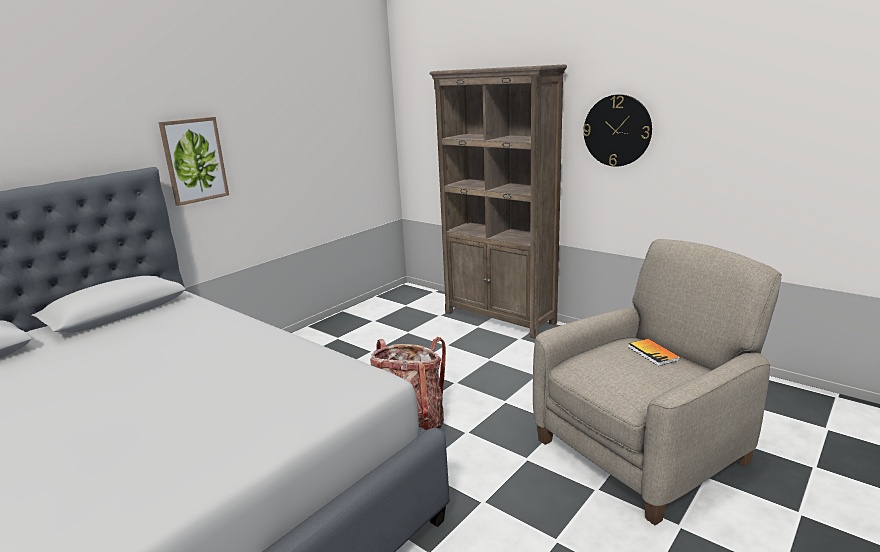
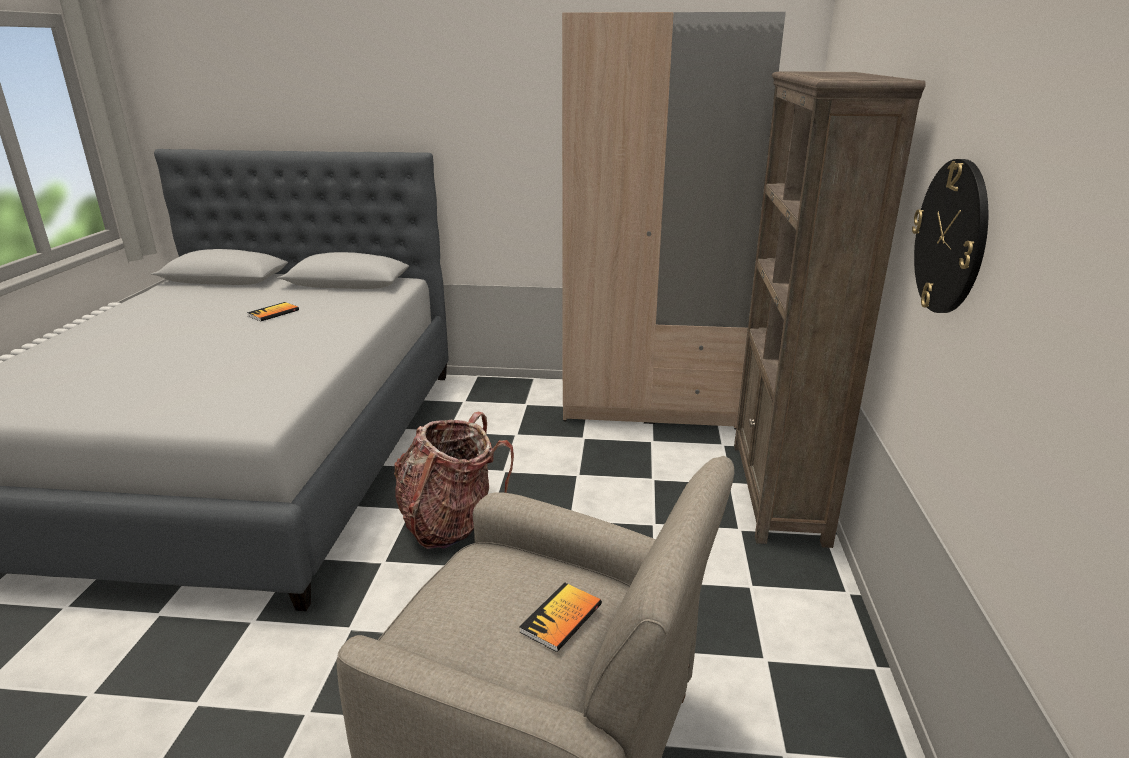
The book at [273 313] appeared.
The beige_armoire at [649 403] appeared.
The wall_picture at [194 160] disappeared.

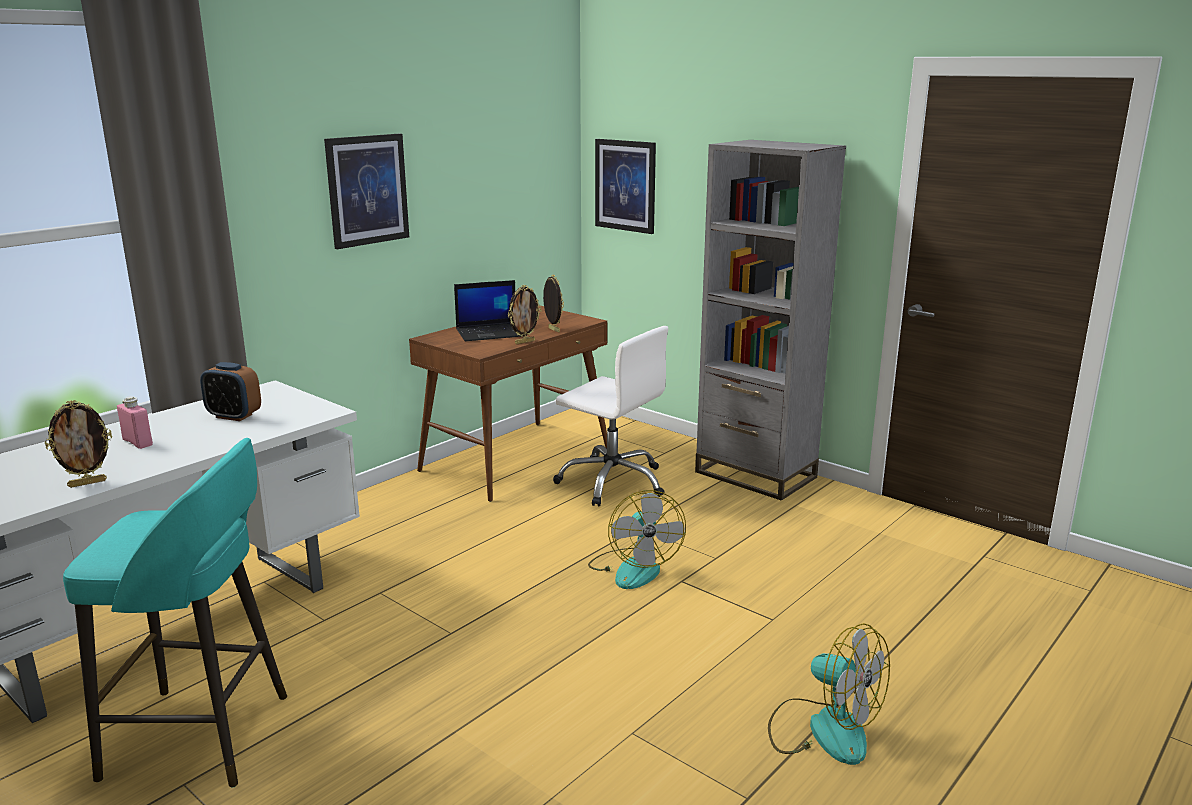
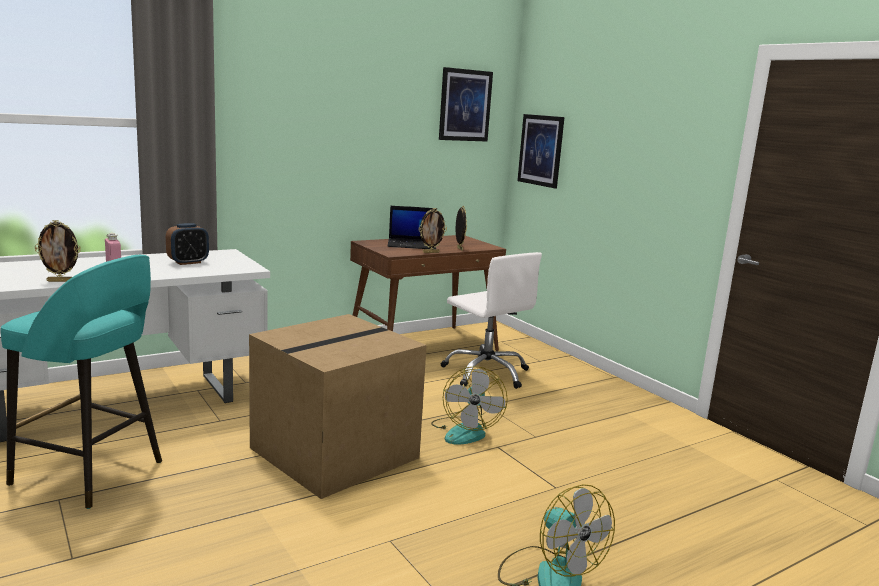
The table_clock at [234 416] turned 75 degrees counterclockwise.
The packing_box at [335 451] appeared.
The wall_picture moved from [367 190] to [465 105].
The grey_shelving_unit at [755 475] disappeared.

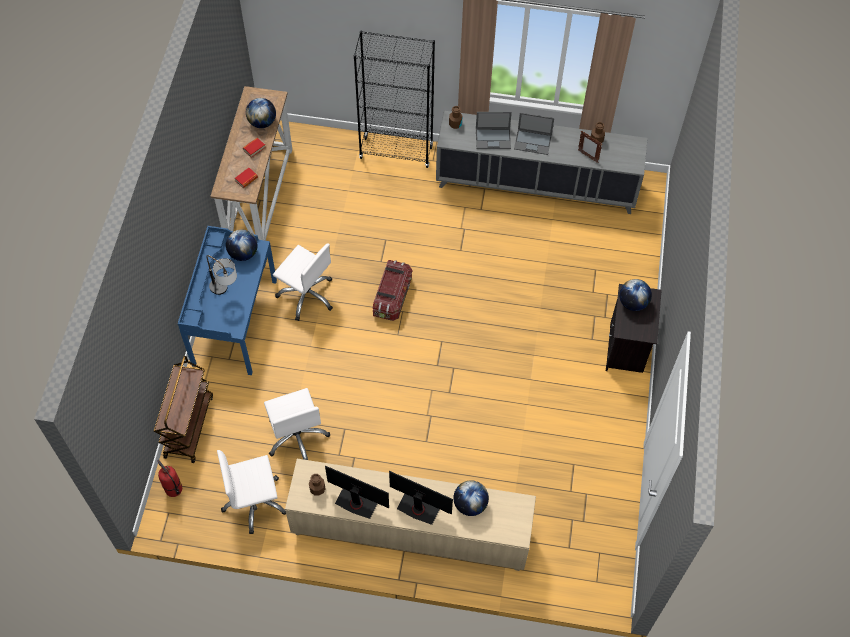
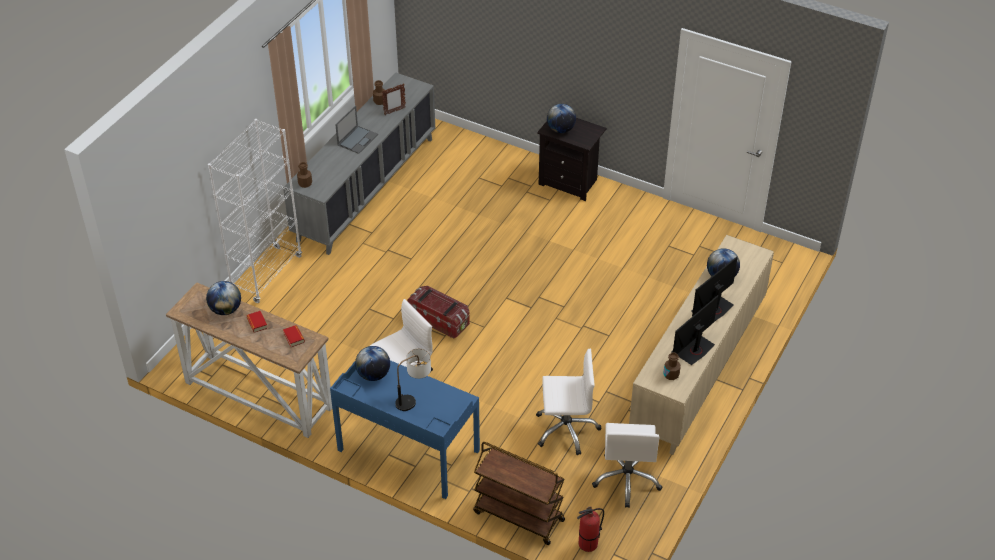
The blackish_shelving_unit at [396 152] became the white_shelving_unit at [267 274].
The laptop at [493 138] disappeared.

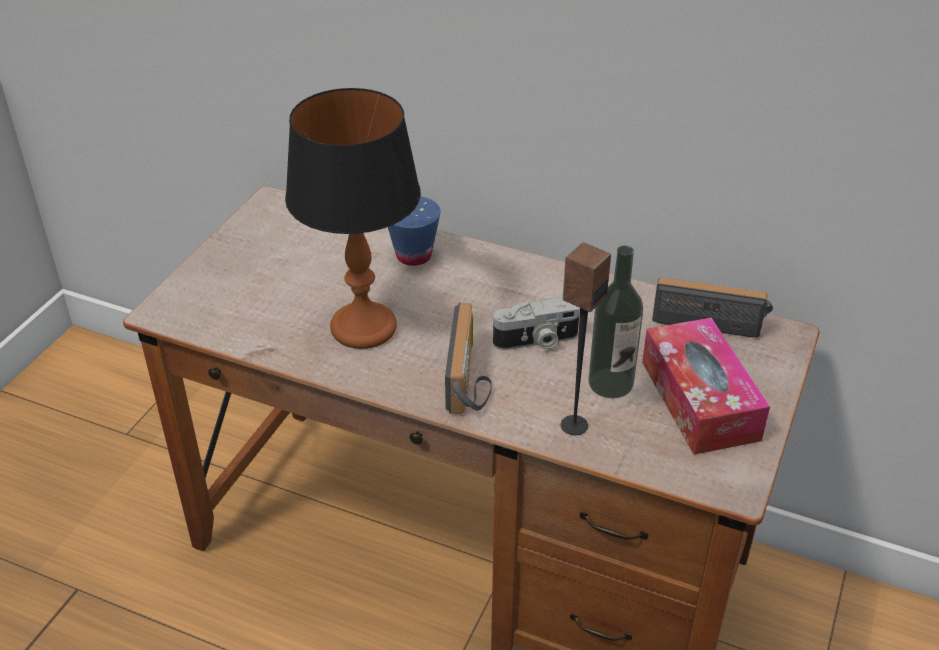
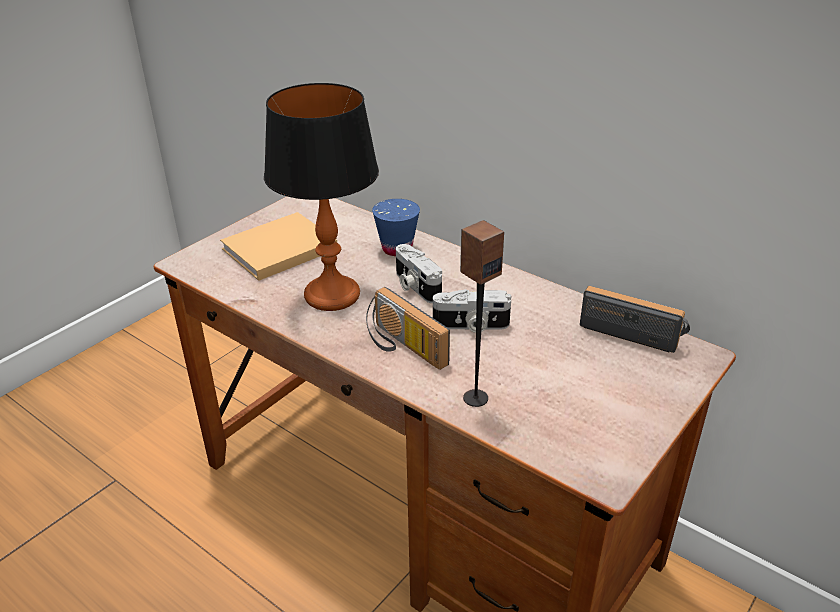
The beige_book at [276 250] appeared.
The radio_set at [471 379] turned 120 degrees clockwise.
The still_camera at [415 286] appeared.
The drink_bottle at [610 383] disappeared.
The tissue_box at [699 400] disappeared.

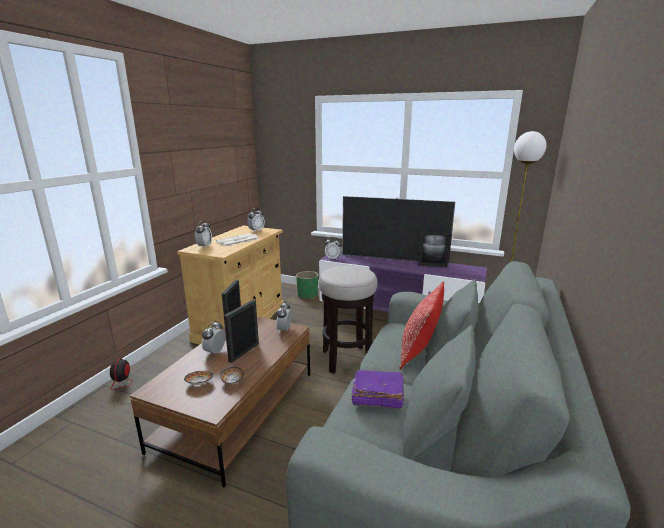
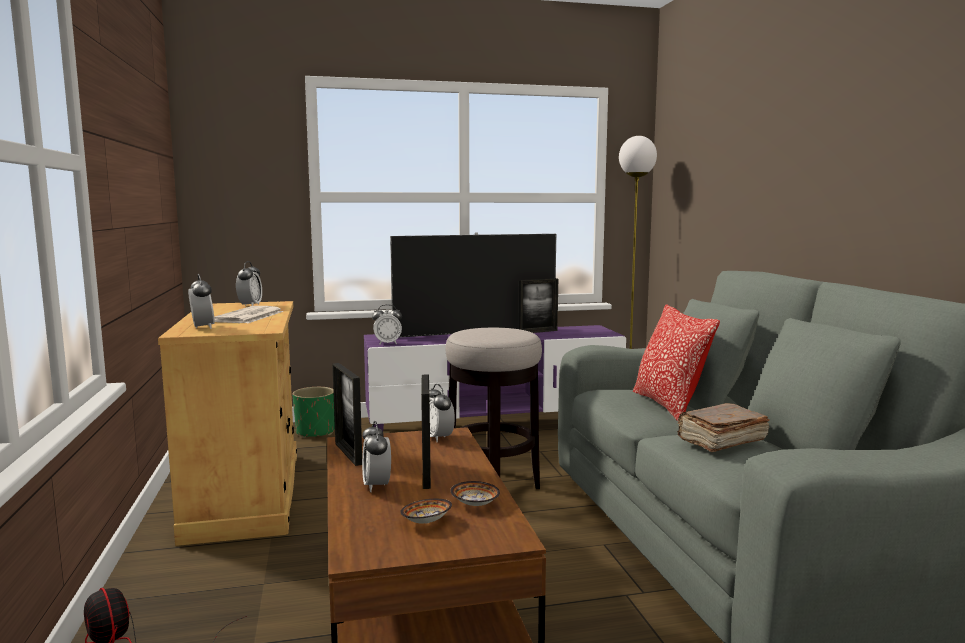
The purple-coloured_book at [376 397] became the brown_book at [720 441].

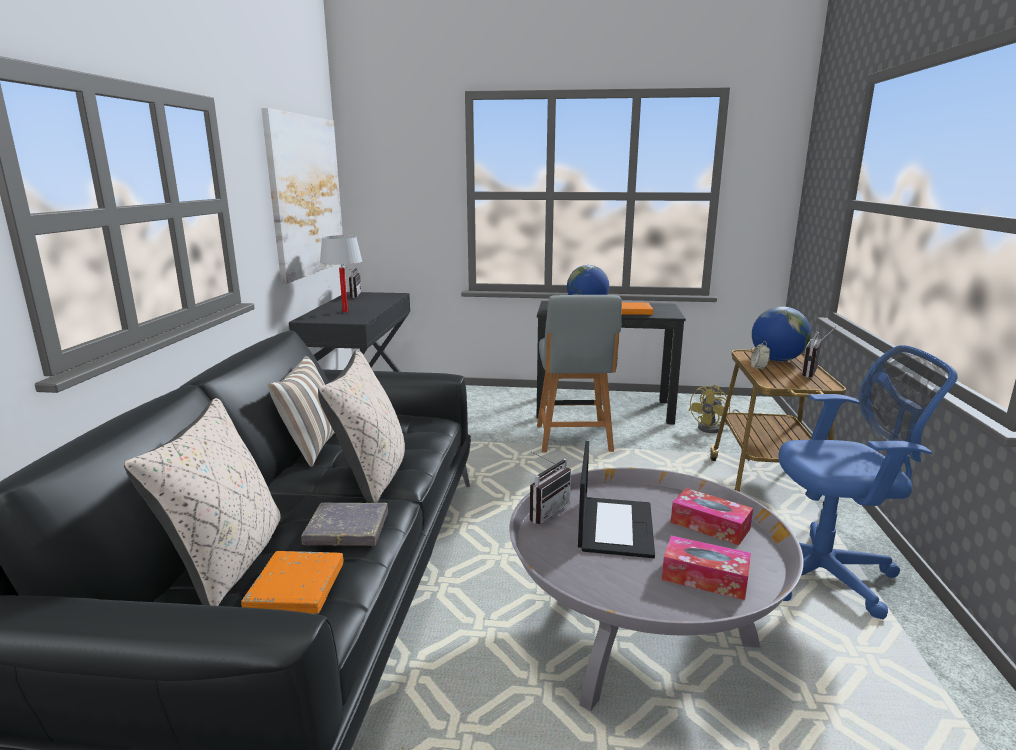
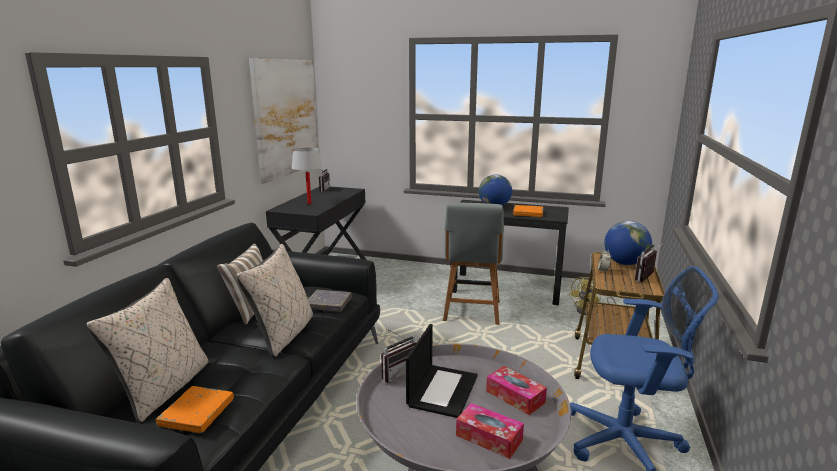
The grey_book moved from [347 529] to [328 303].

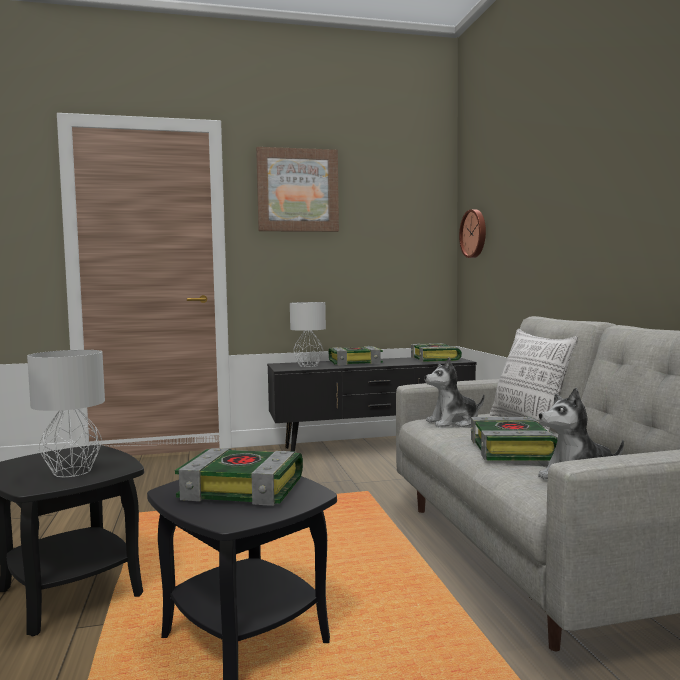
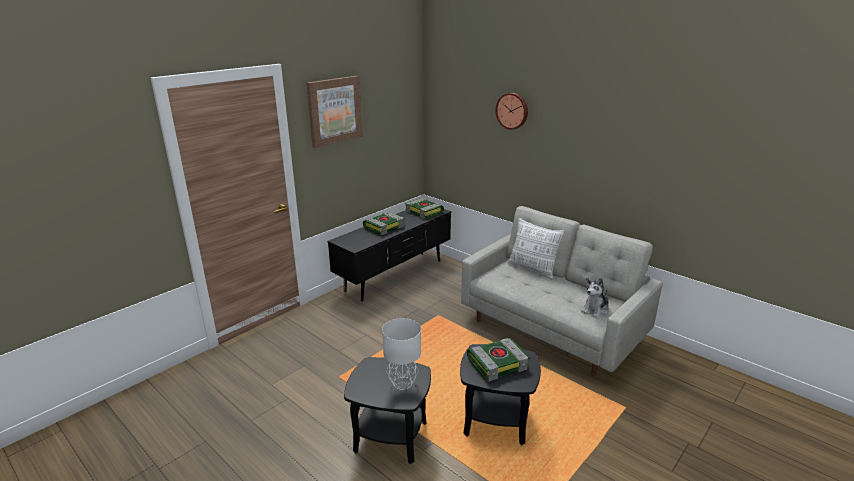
The hanging_clock moved from [474 233] to [512 110].
The grey_table_lamp at [308 365] disappeared.
The soft_toy at [453 422] disappeared.
The book at [514 450] disappeared.

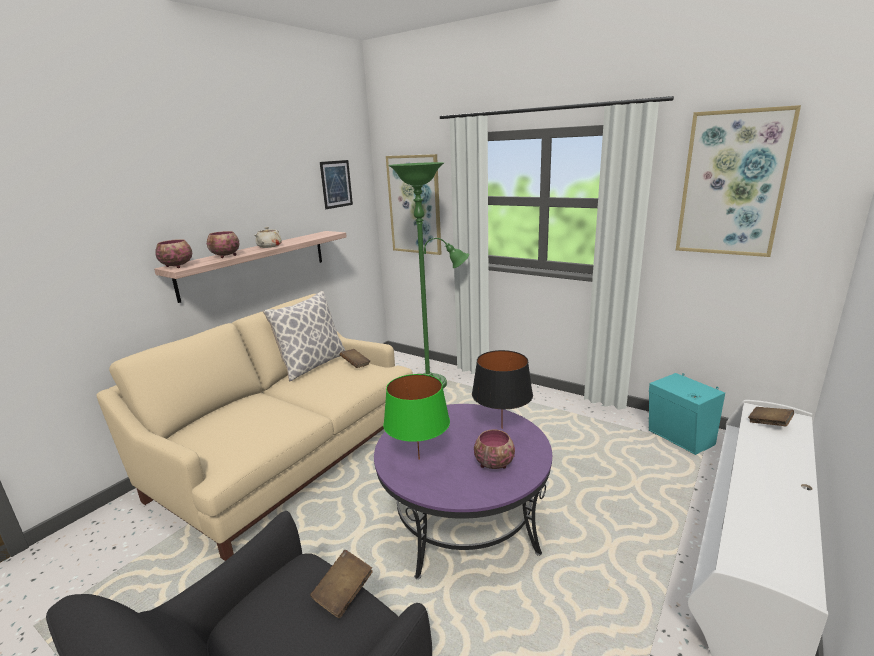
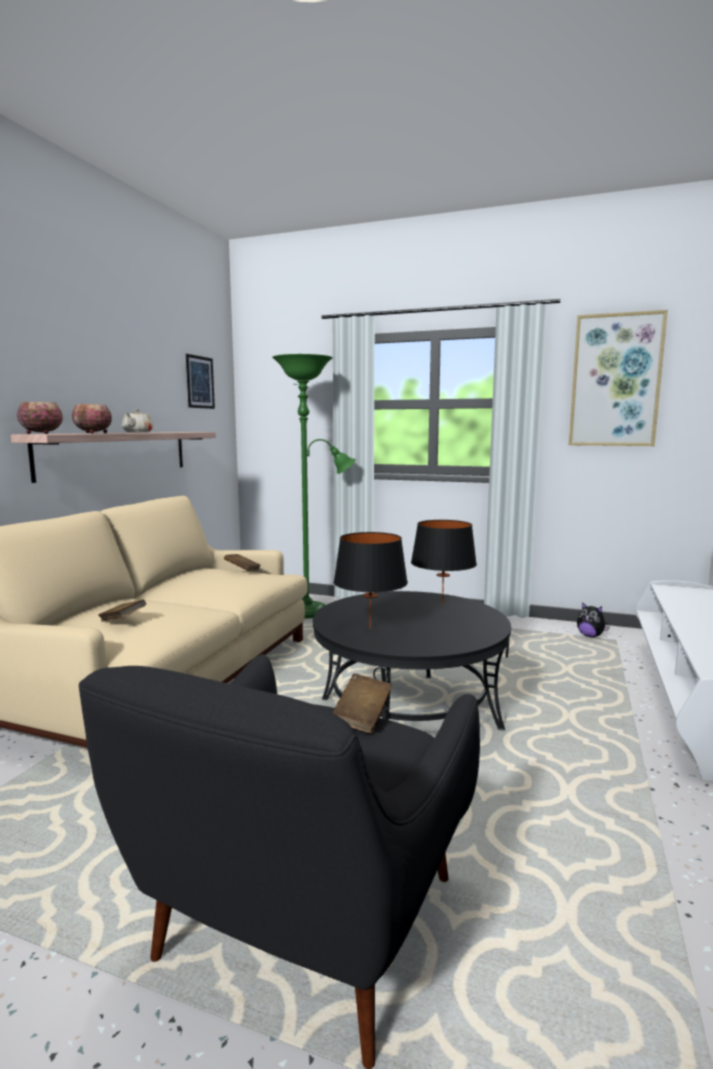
The brown_book moved from [769 424] to [123 621].
The purple-coloured_low_table at [464 521] became the blackish_low_table at [408 713].
The greenish_table_lamp at [419 459] became the blackish_table_lamp at [370 628].
The turquoise-coloured_audio_speaker at [680 439] was replaced by the soft_toy at [590 636].
The throw_pillow at [312 365] disappeared.
The wall_picture at [415 205] disappeared.
The serving_bowl at [493 464] disappeared.

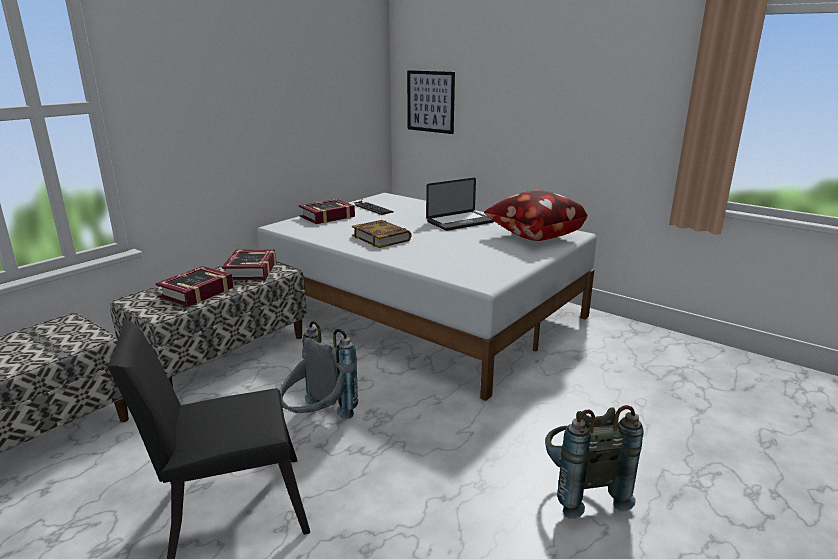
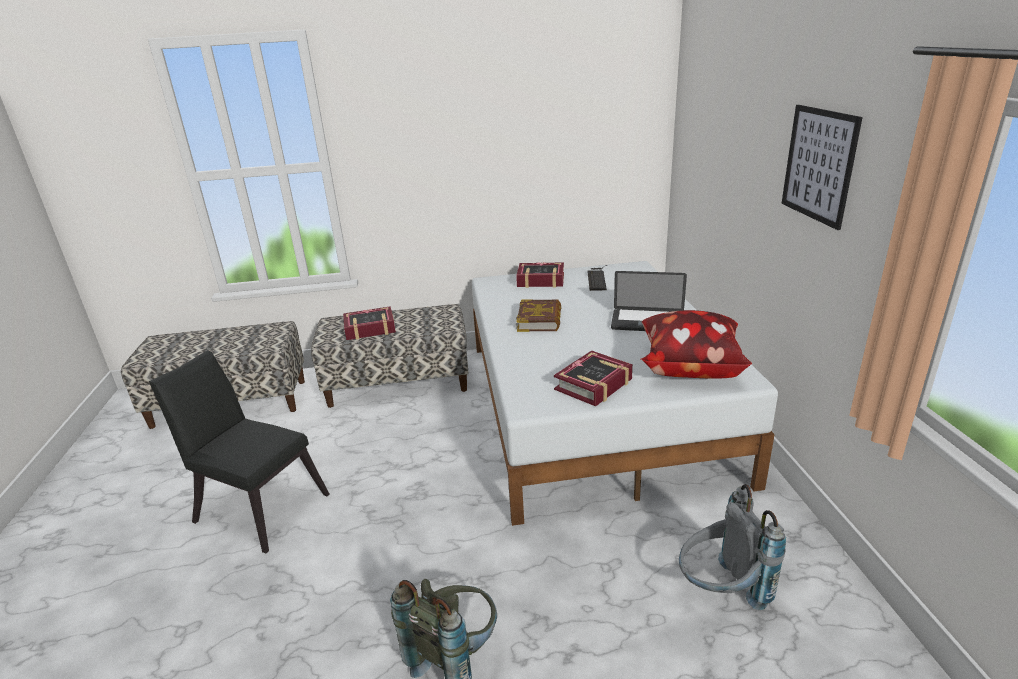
The book moved from [251 270] to [594 385].
The grey_rucksack moved from [317 420] to [721 592].
The wall_picture moved from [430 101] to [818 165].

